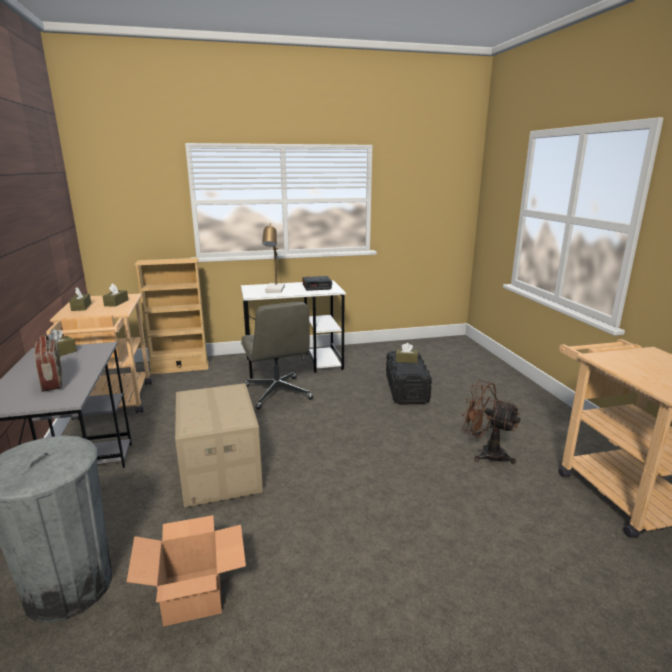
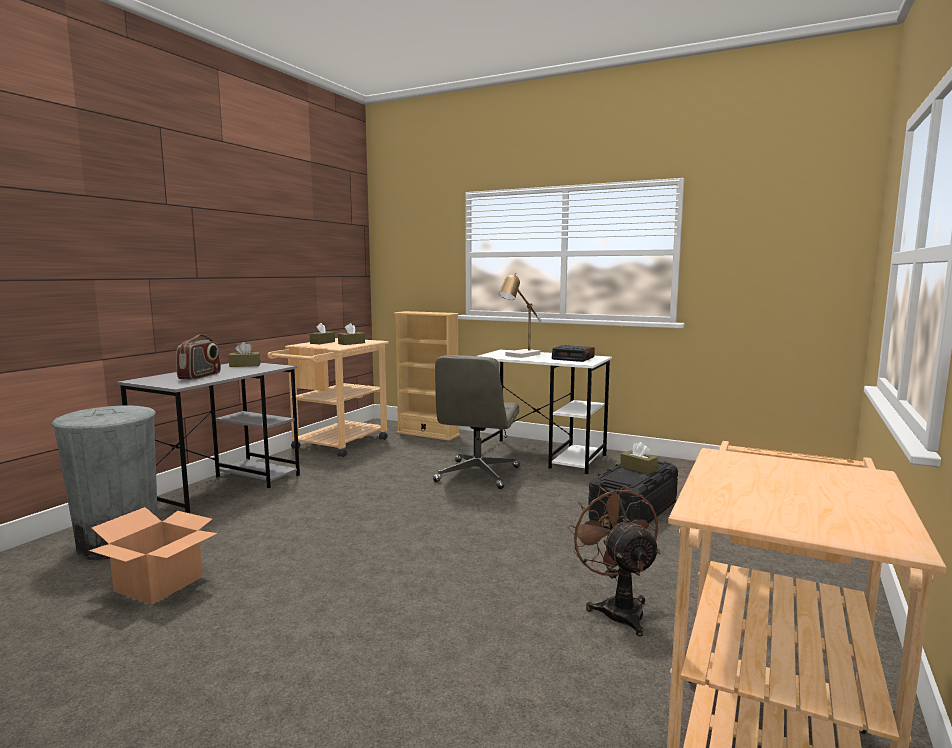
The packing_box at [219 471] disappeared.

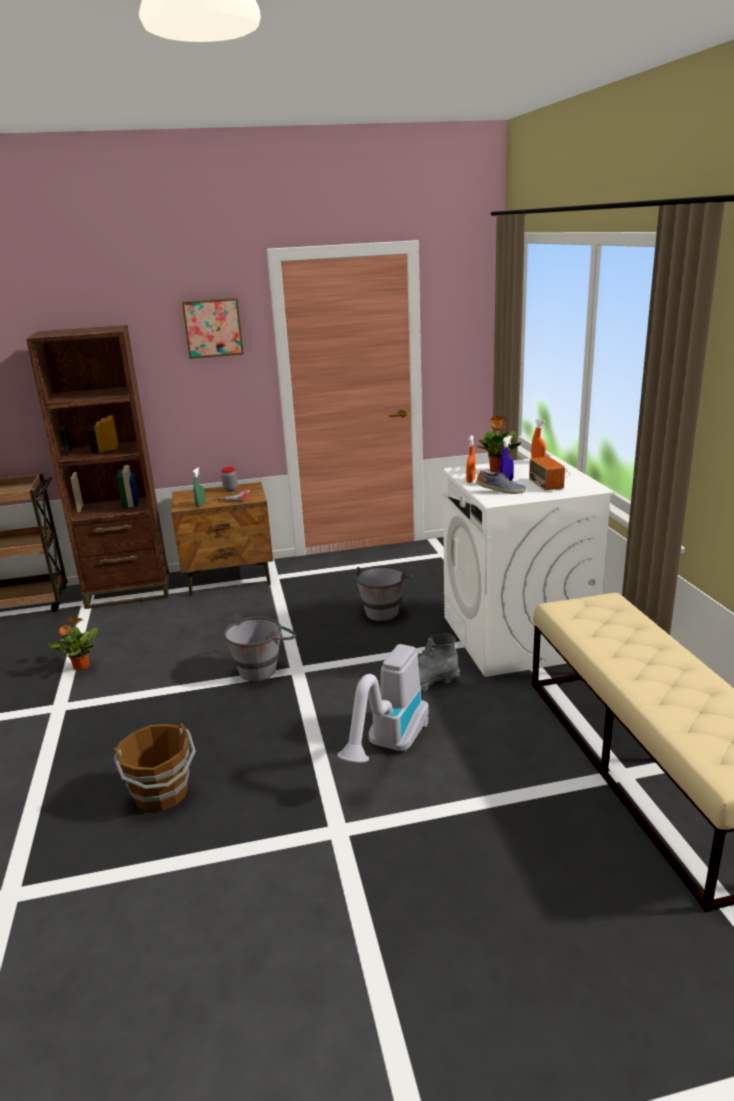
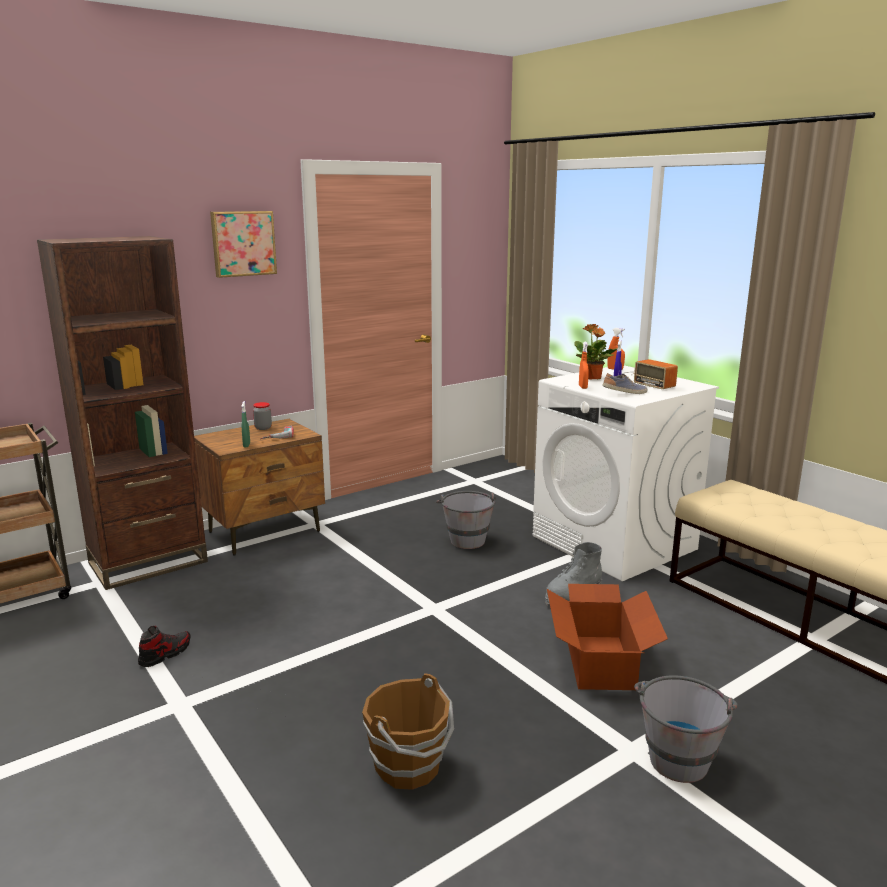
The plant_in_a_pot at [81 667] was replaced by the shoe at [165 654].
The vacuum at [389 747] was replaced by the packing_box at [601 662].
The grey_water_bucket moved from [264 667] to [678 753].

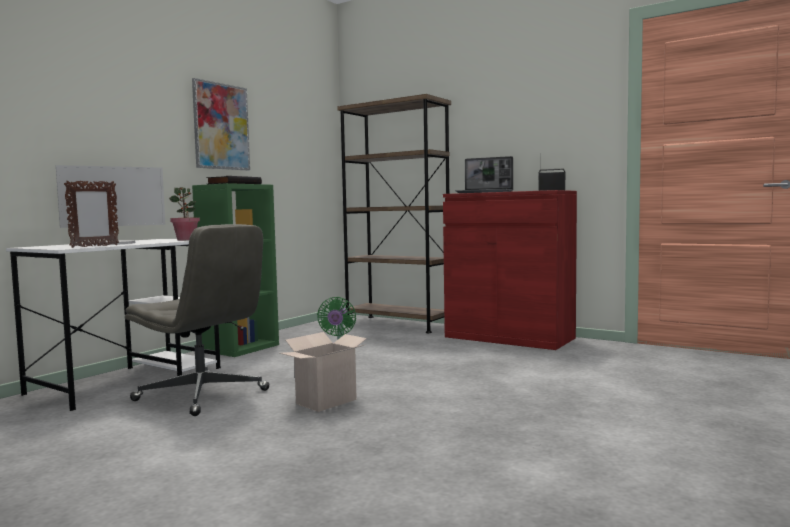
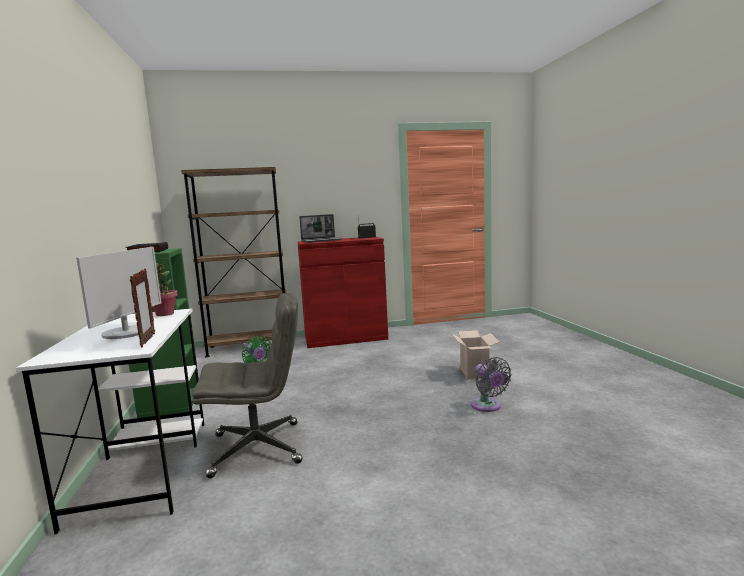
The packing_box moved from [326 402] to [475 373].
The grey_electric_fan at [487 406] appeared.
The wall_picture at [221 126] disappeared.

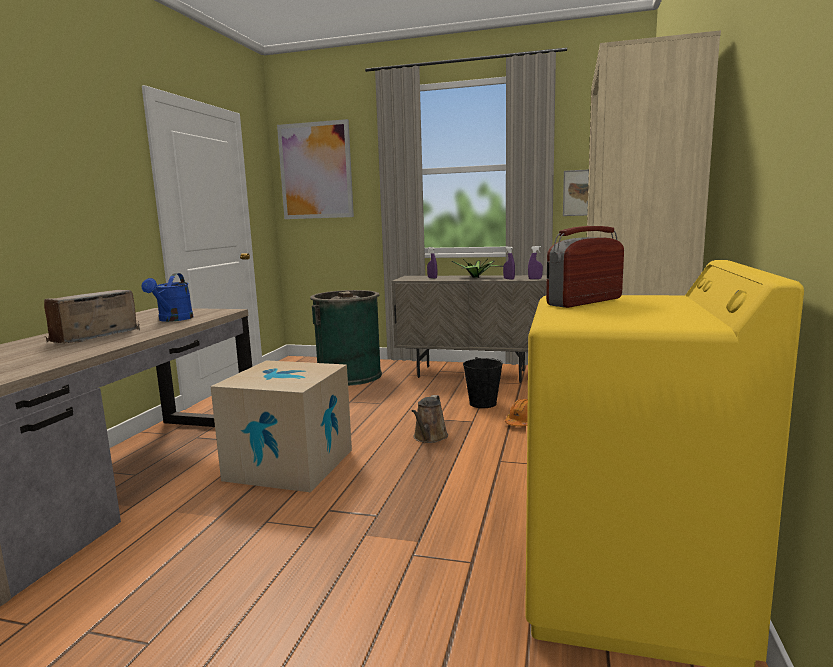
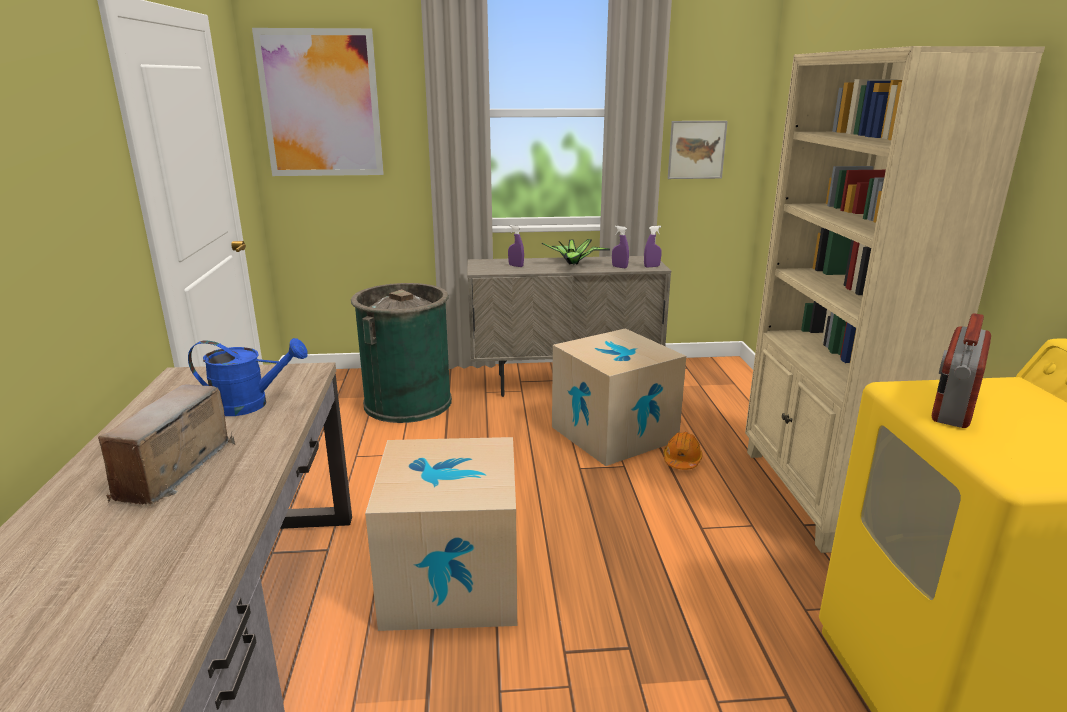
The bluish_watering_can at [173 319] turned 75 degrees counterclockwise.
The blackish_water_bucket at [482 403] was replaced by the packing_box at [614 433].
The brown_watering_can at [429 437] disappeared.

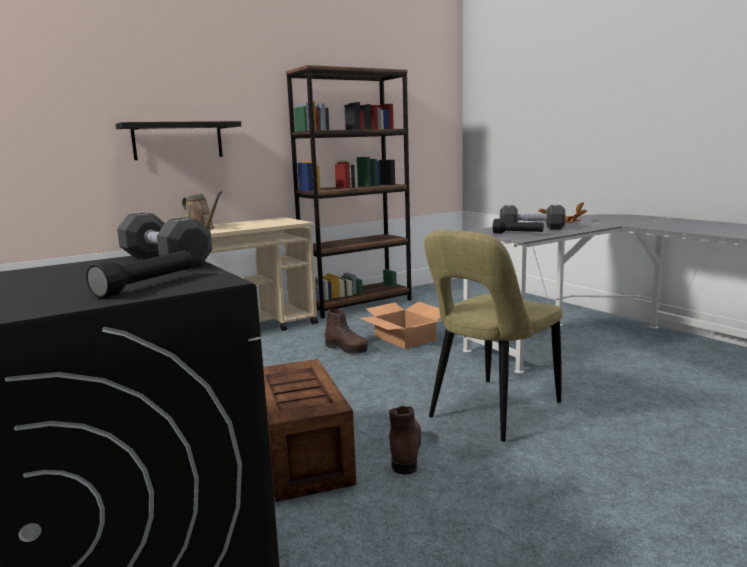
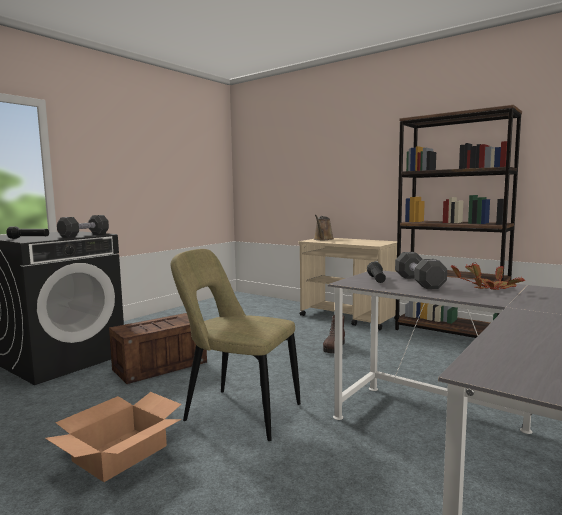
The packing_box moved from [405 338] to [120 453].
The blackish_bracket_shelf at [178 140] disappeared.
The brown_high-top_boot at [405 452] disappeared.

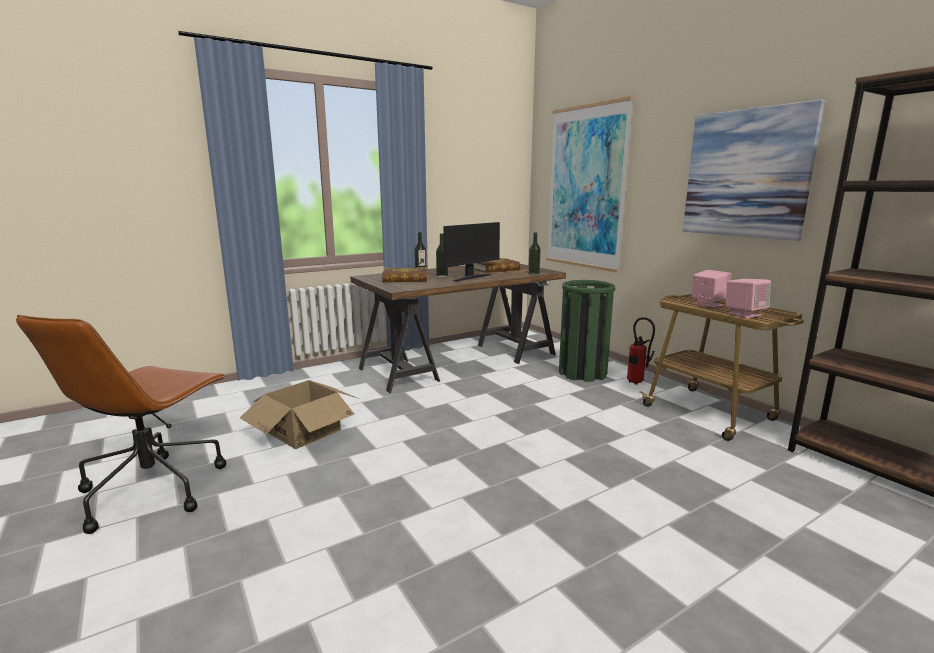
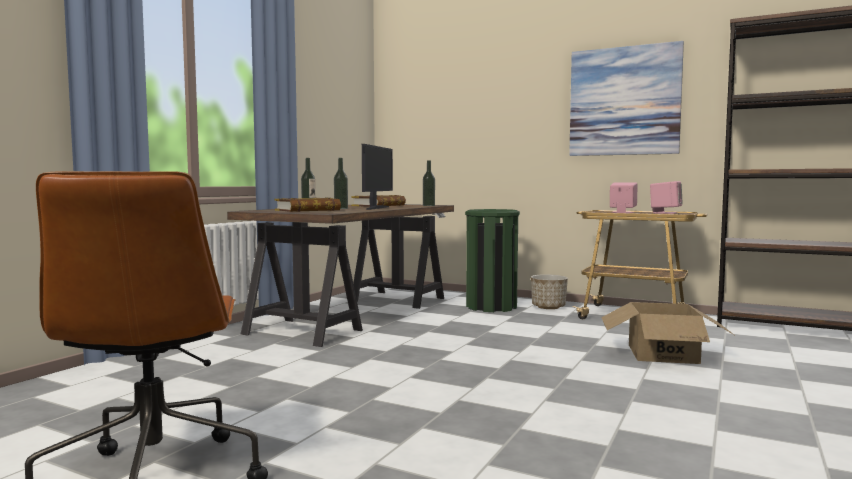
The extinguisher at [636 383] was replaced by the plant_pot at [548 307].
The packing_box moved from [304 431] to [663 354].
The wall_picture at [586 188] disappeared.

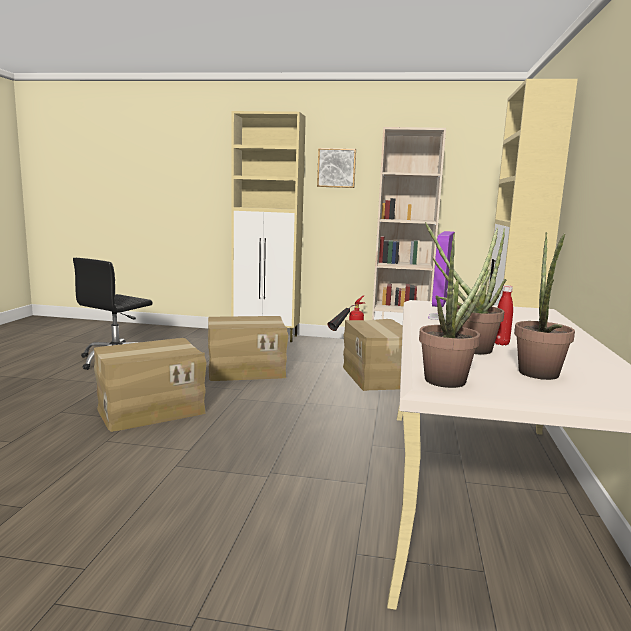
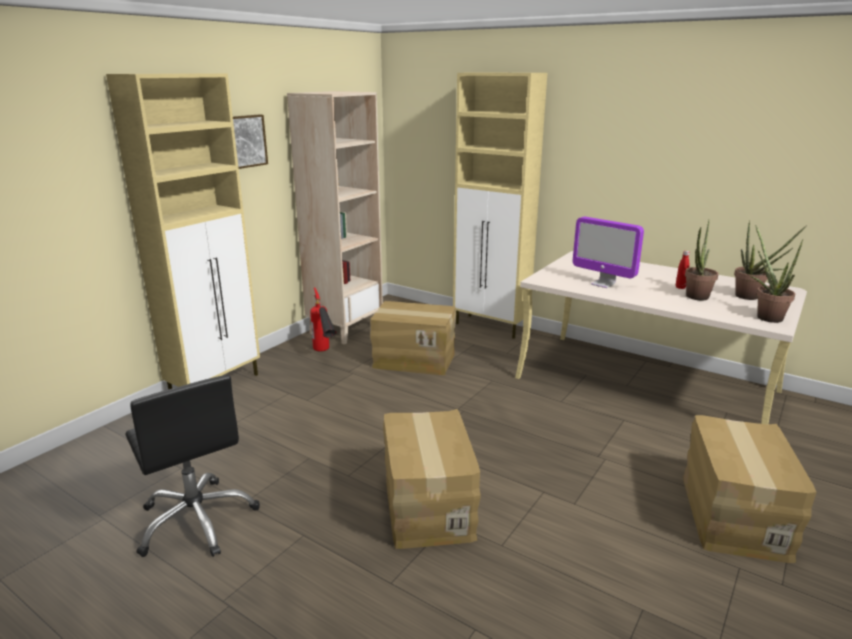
The packing_box moved from [246 370] to [732 515].

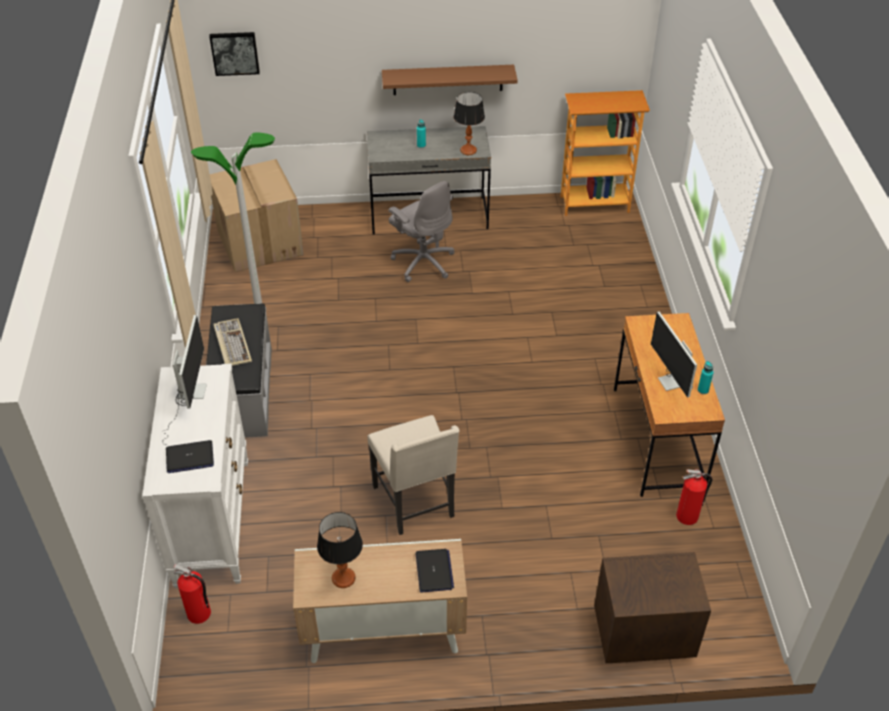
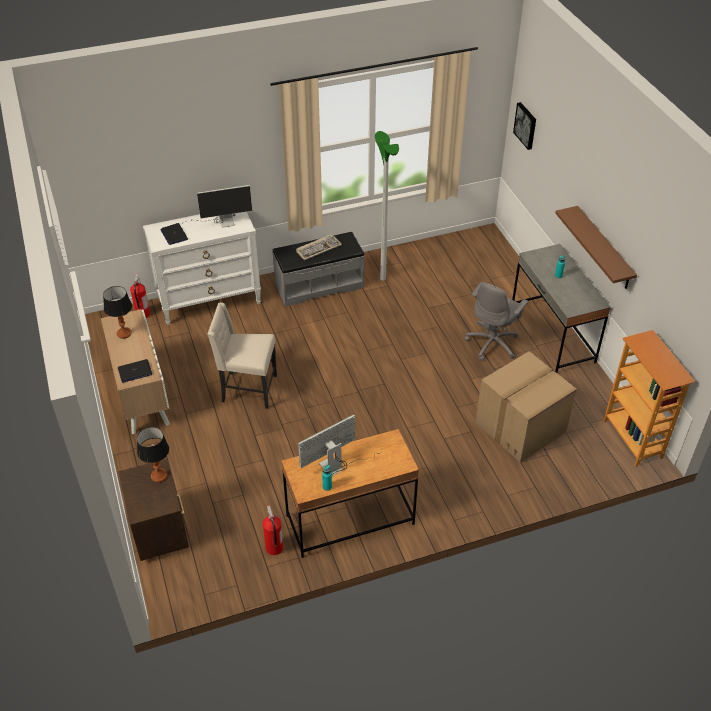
The table_lamp moved from [468 150] to [159 476].
The beige_chair at [415 502] turned 45 degrees clockwise.
The packing_box moved from [261 243] to [520 428].

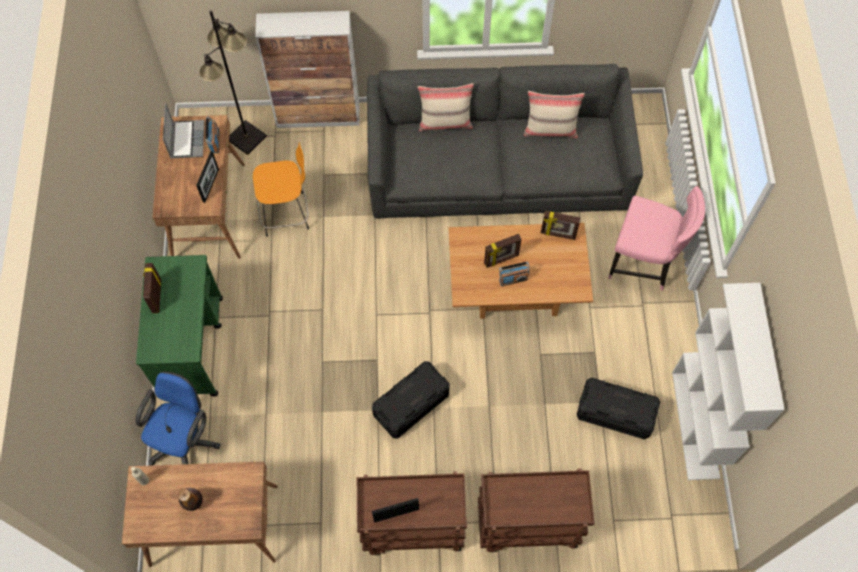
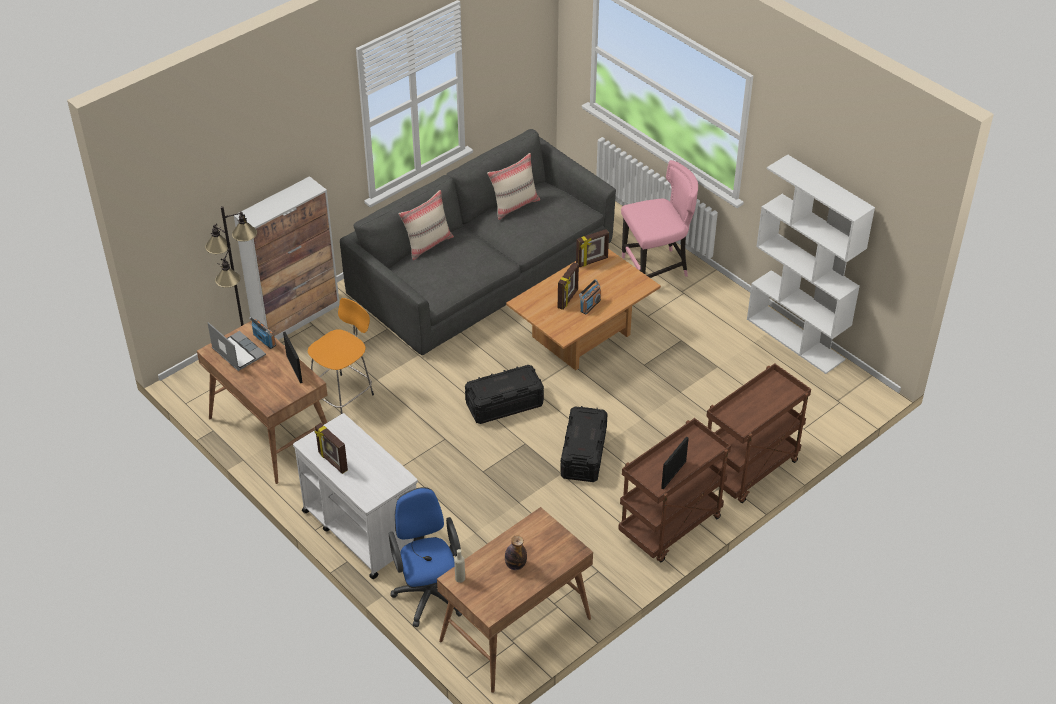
The greenish_trolley at [192 346] became the white_trolley at [361 528].
The blackish_storage_bin moved from [615 413] to [504 404].

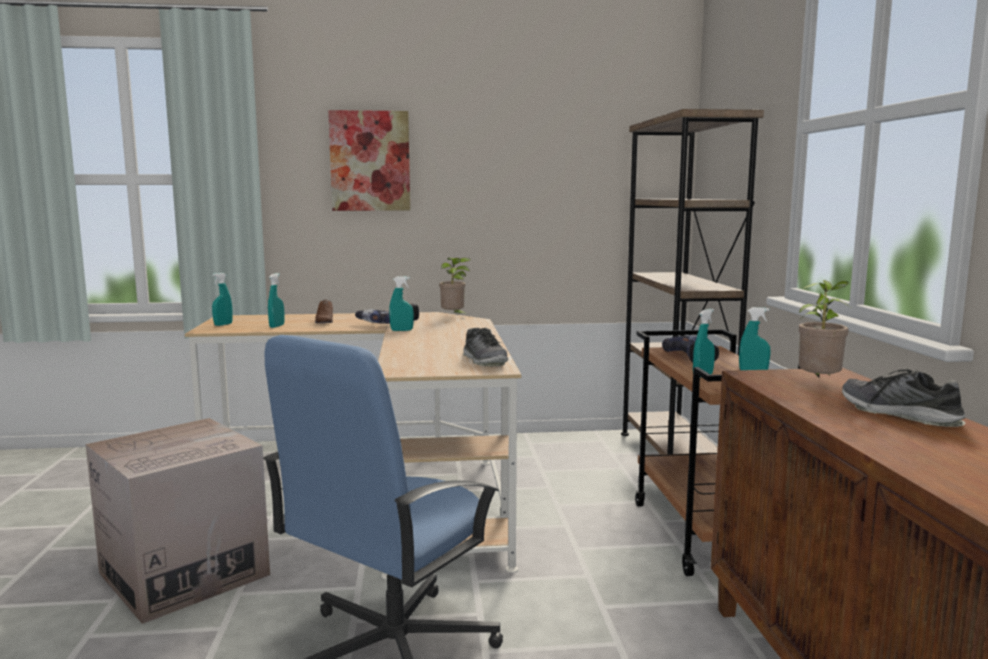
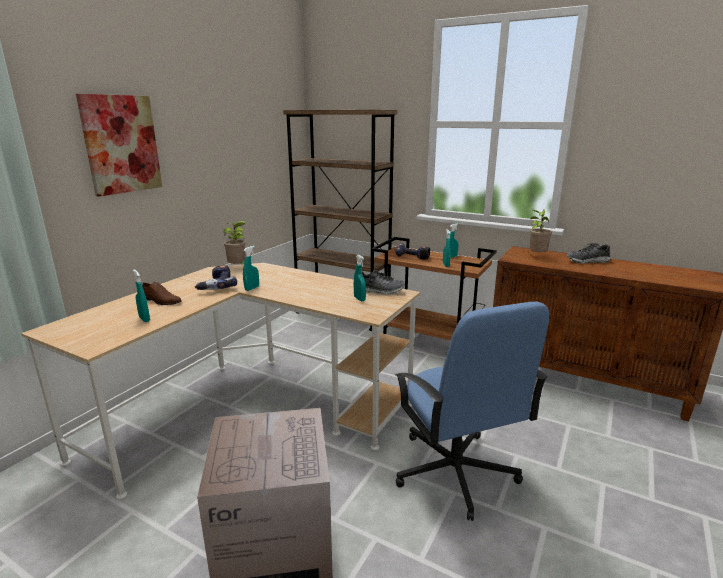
The turquoise-coloured_sprayer moved from [223 324] to [359 299].

